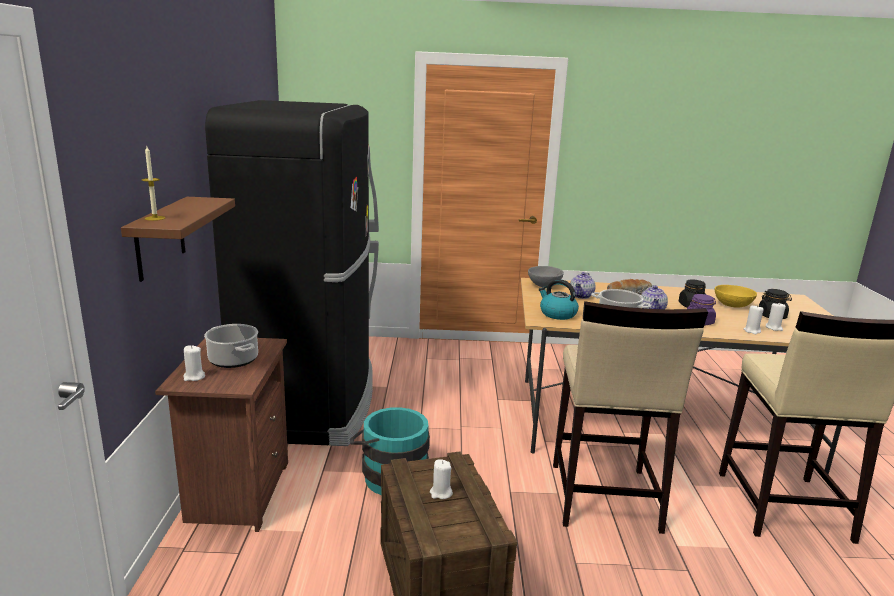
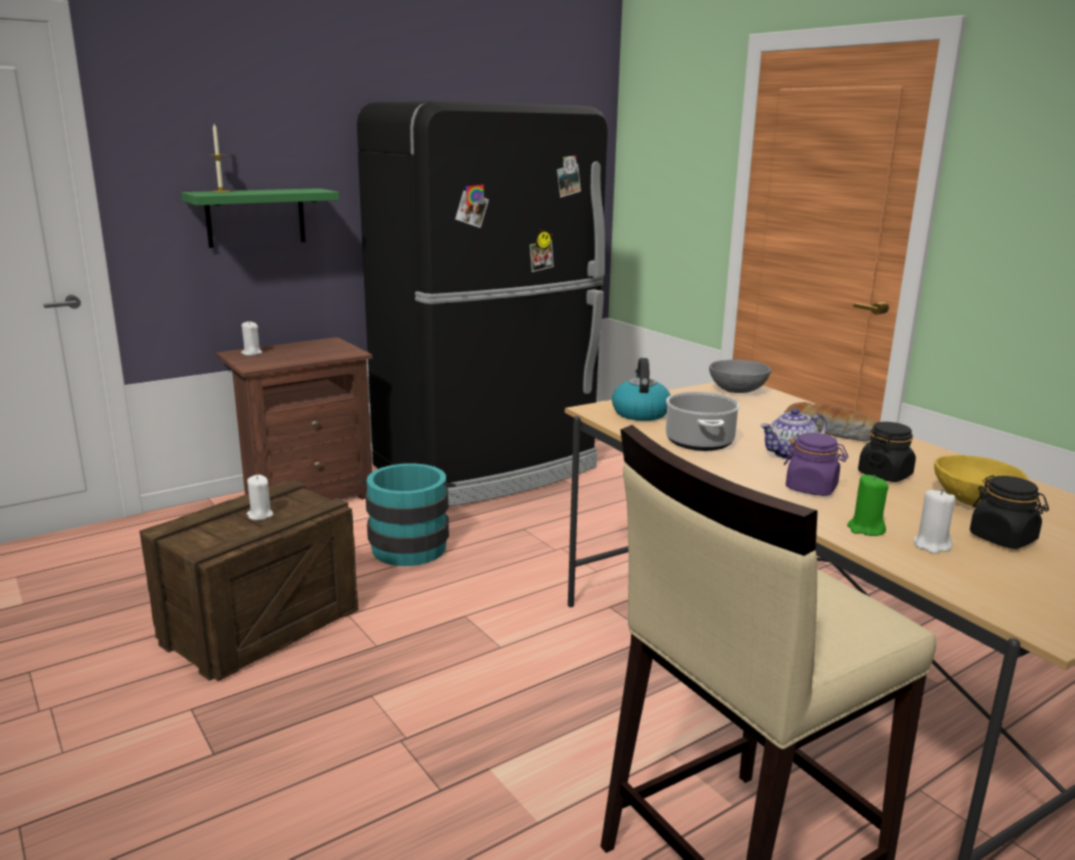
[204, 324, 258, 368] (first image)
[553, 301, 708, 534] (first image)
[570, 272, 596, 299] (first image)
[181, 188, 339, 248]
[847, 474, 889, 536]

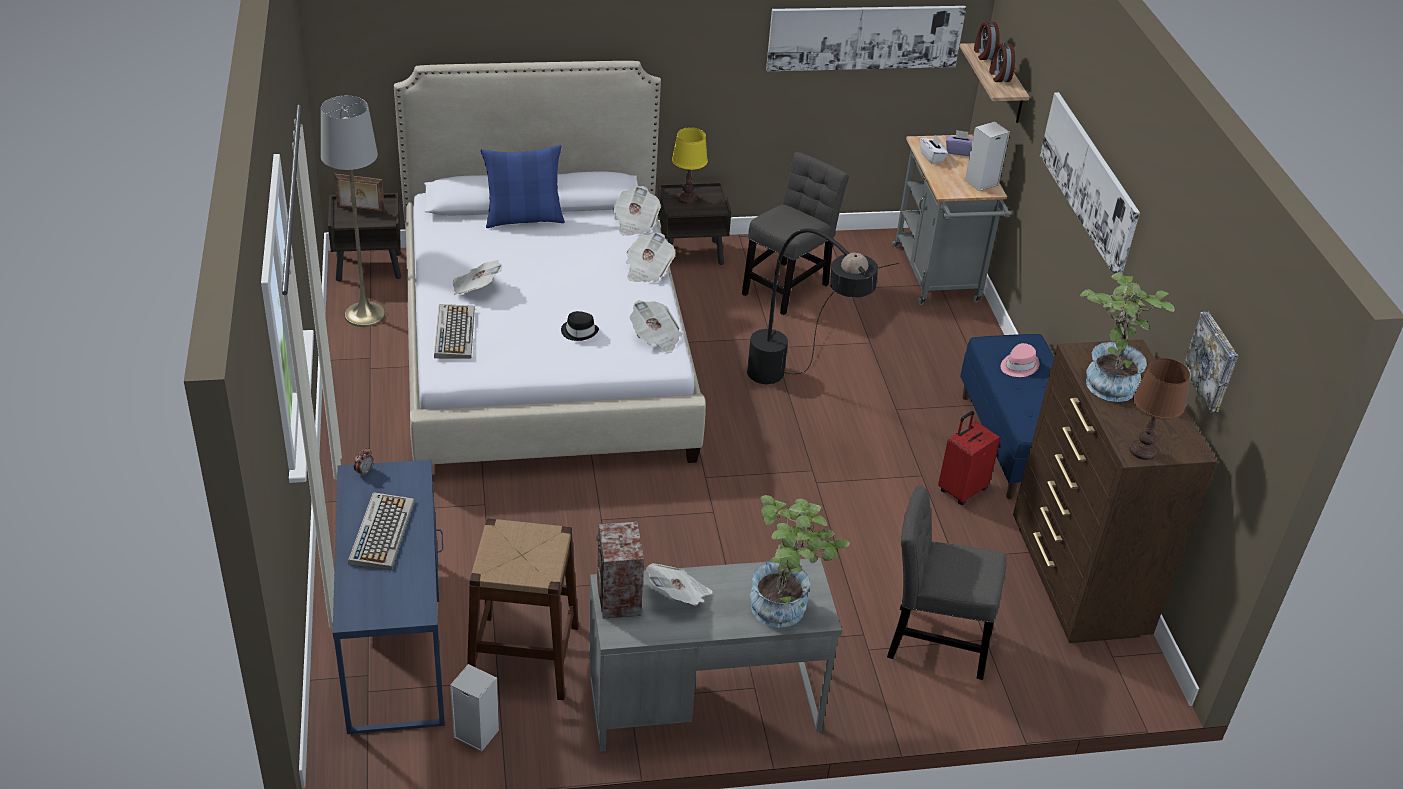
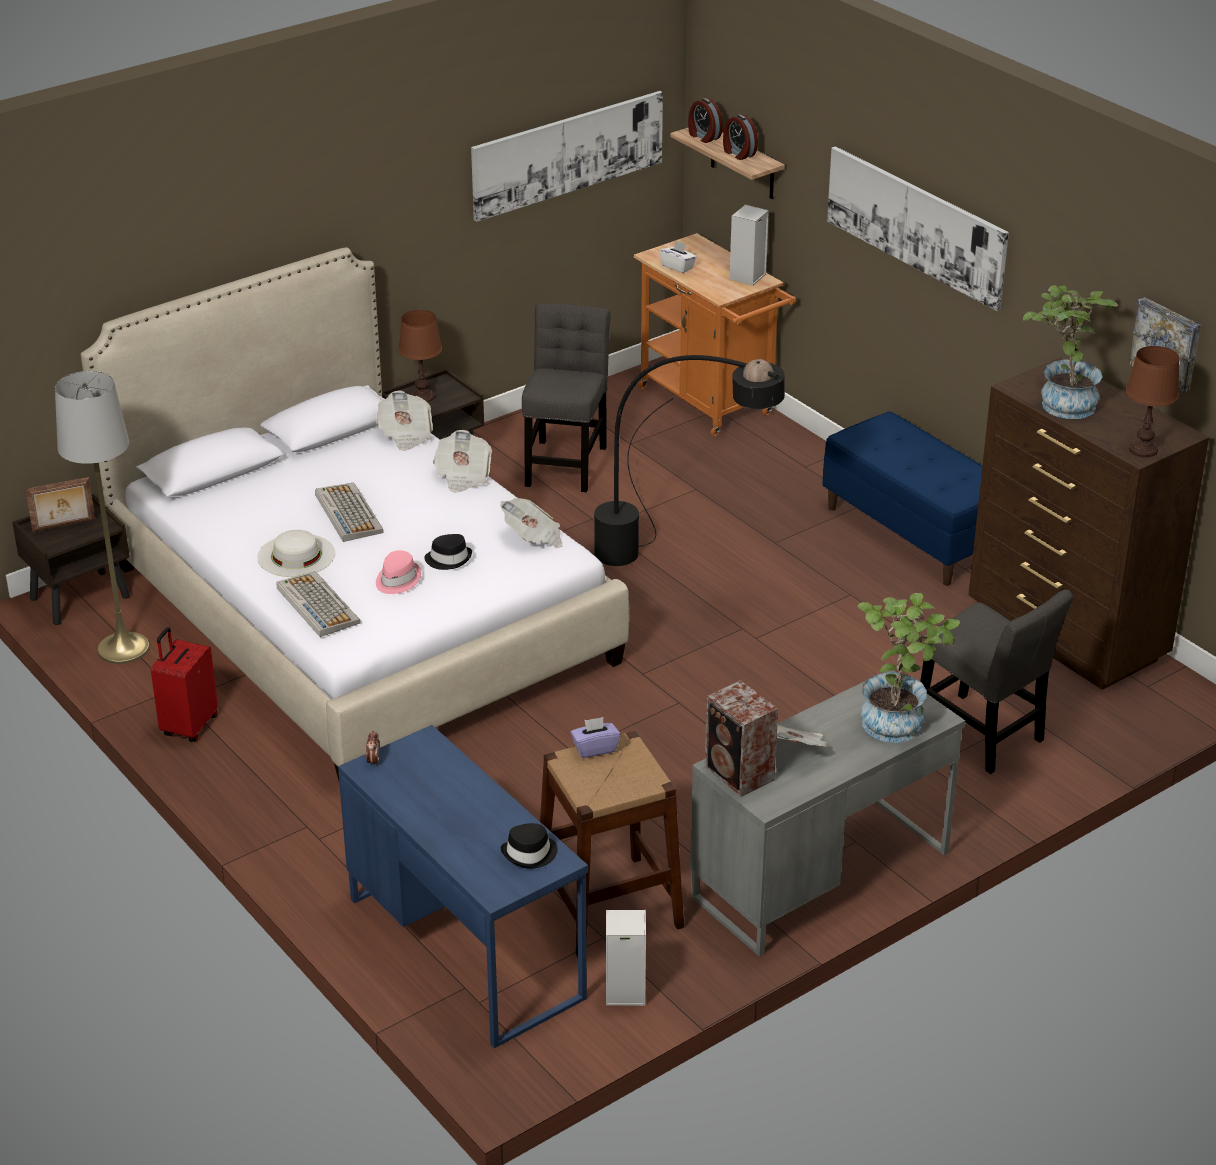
[481, 145, 565, 228] (first image)
[501, 823, 558, 869]
[315, 483, 384, 542]
[151, 627, 218, 742]
[570, 717, 621, 758]
[376, 550, 421, 594]
[257, 530, 335, 577]
[399, 310, 442, 403]
[634, 233, 796, 436]
[920, 590, 1073, 774]

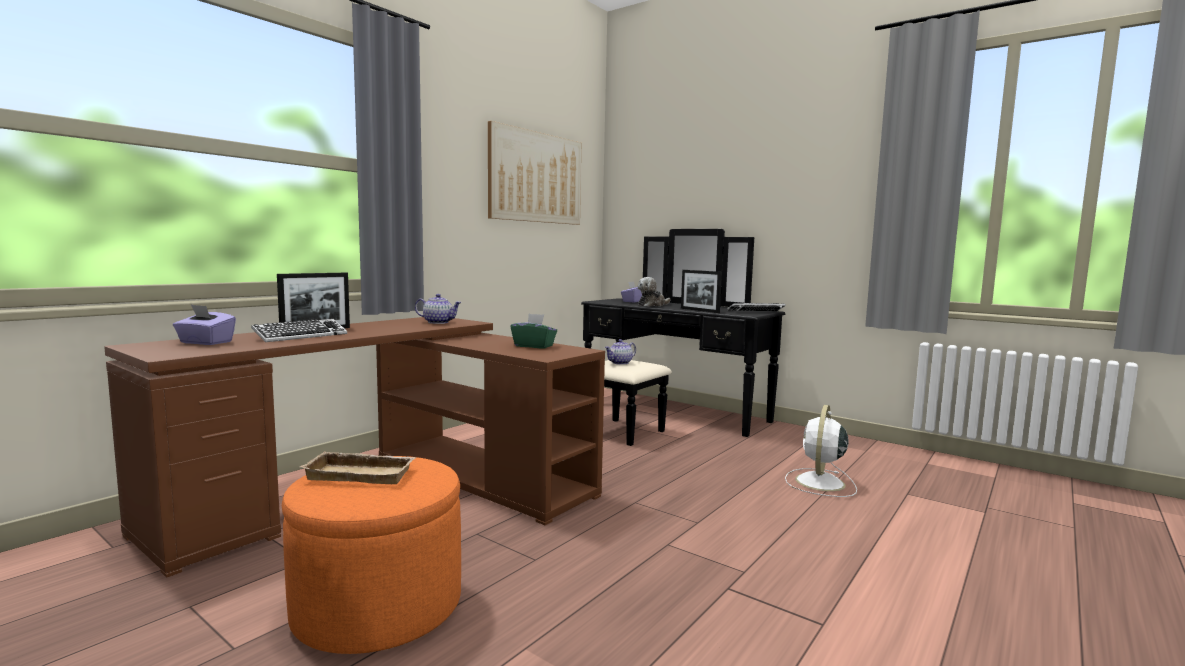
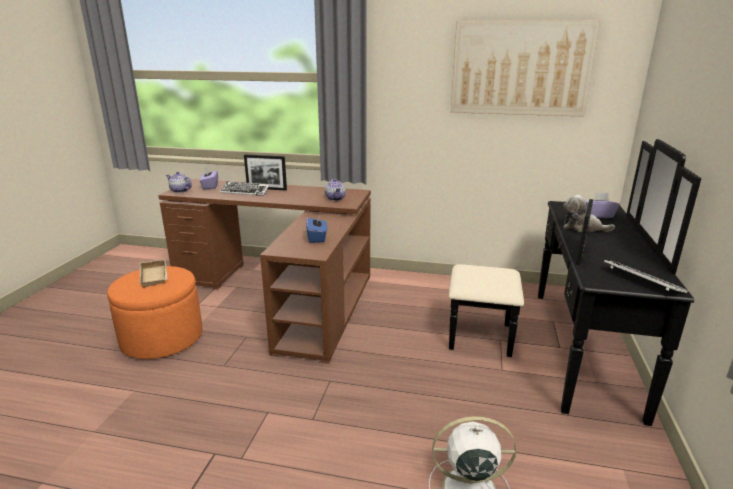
[166, 172, 192, 193]
[306, 215, 327, 243]

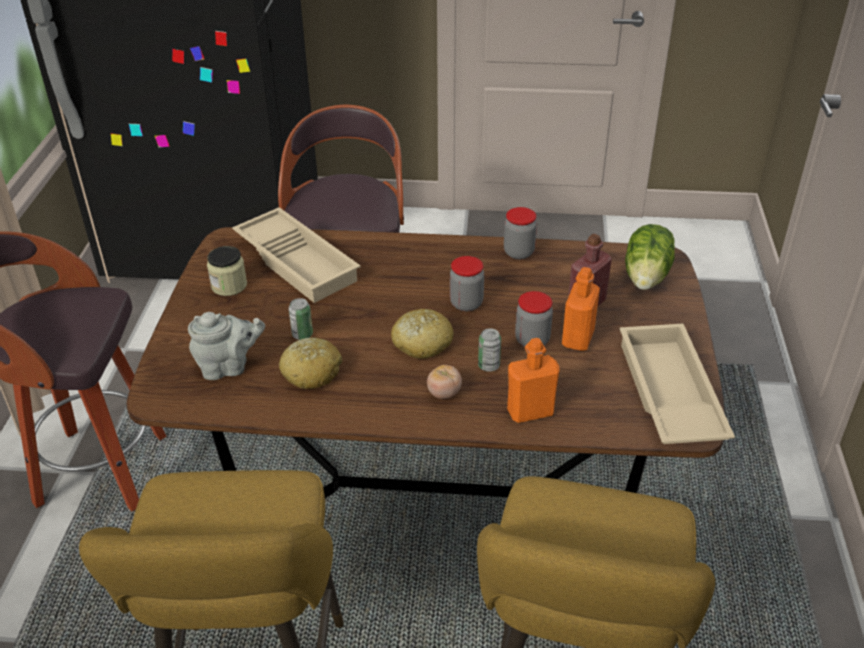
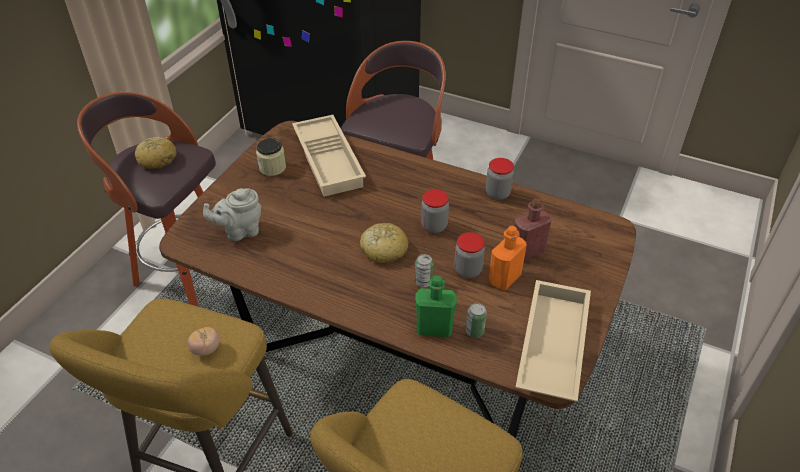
[625, 224, 675, 290] (first image)
[135, 137, 177, 169]
[466, 303, 487, 338]
[188, 327, 220, 356]
[415, 276, 457, 337]
[203, 188, 261, 241]

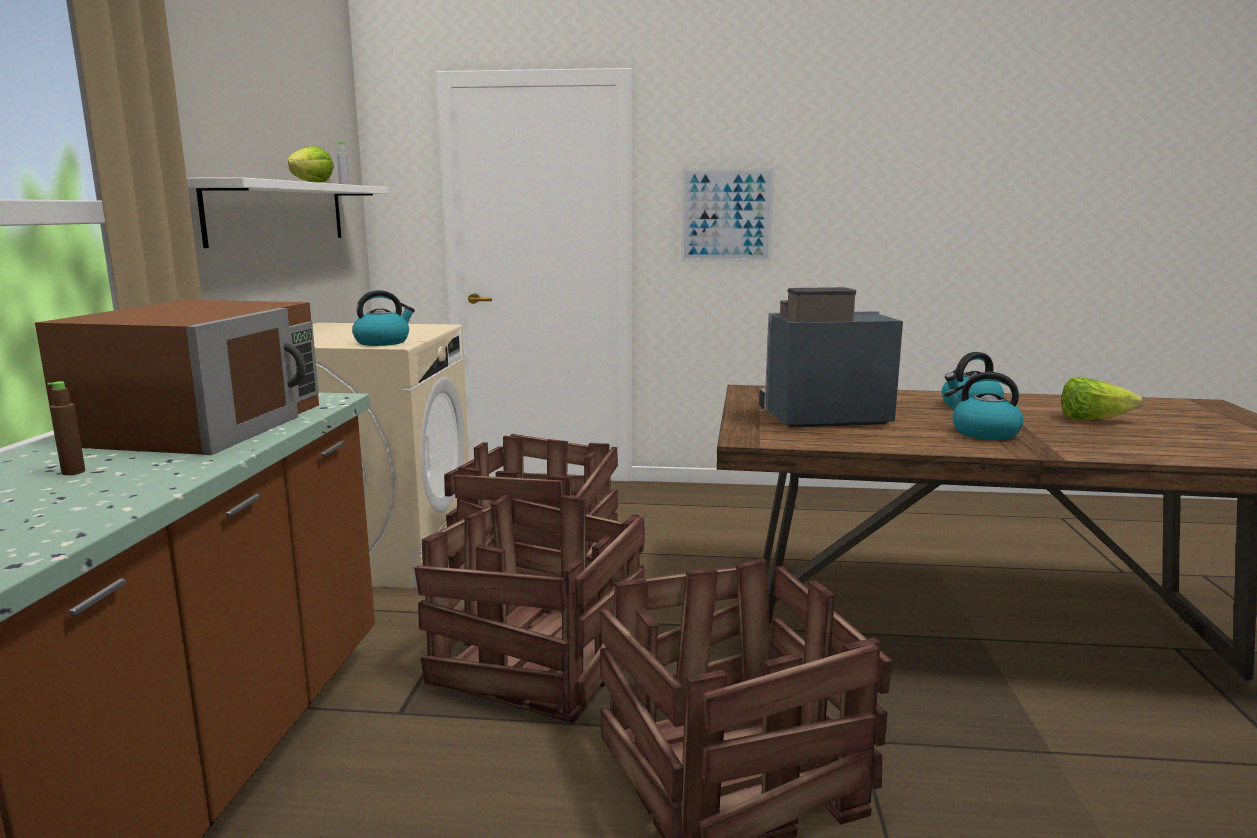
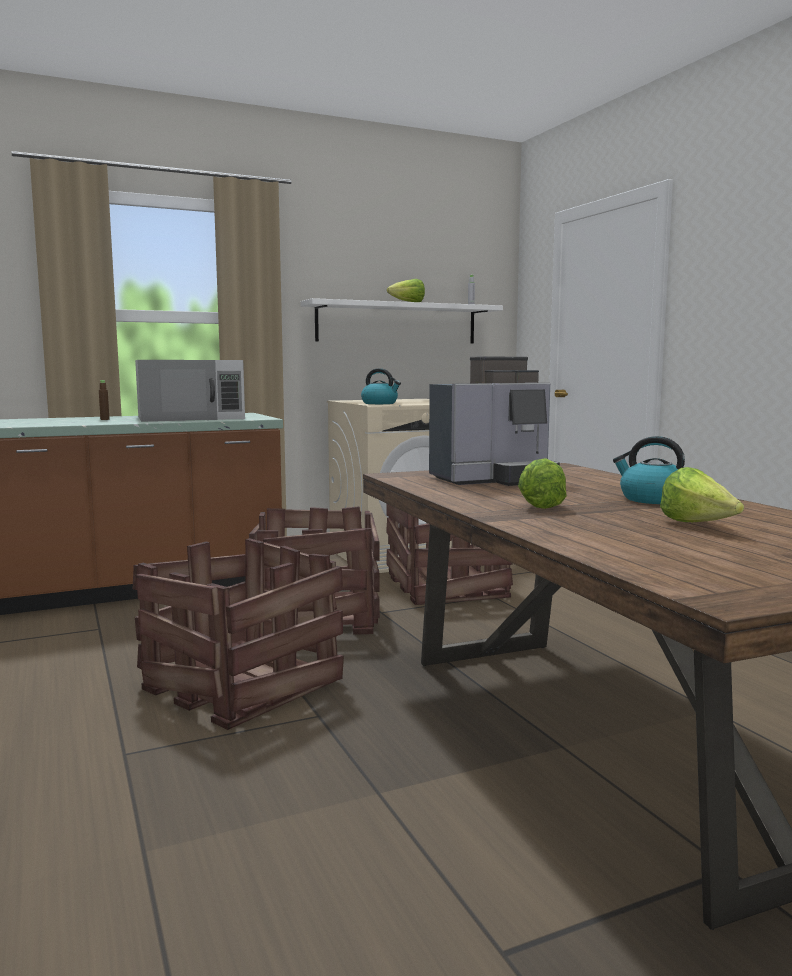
[681, 168, 774, 262] (first image)
[518, 458, 567, 509]
[135, 360, 245, 422]
[429, 357, 560, 486]

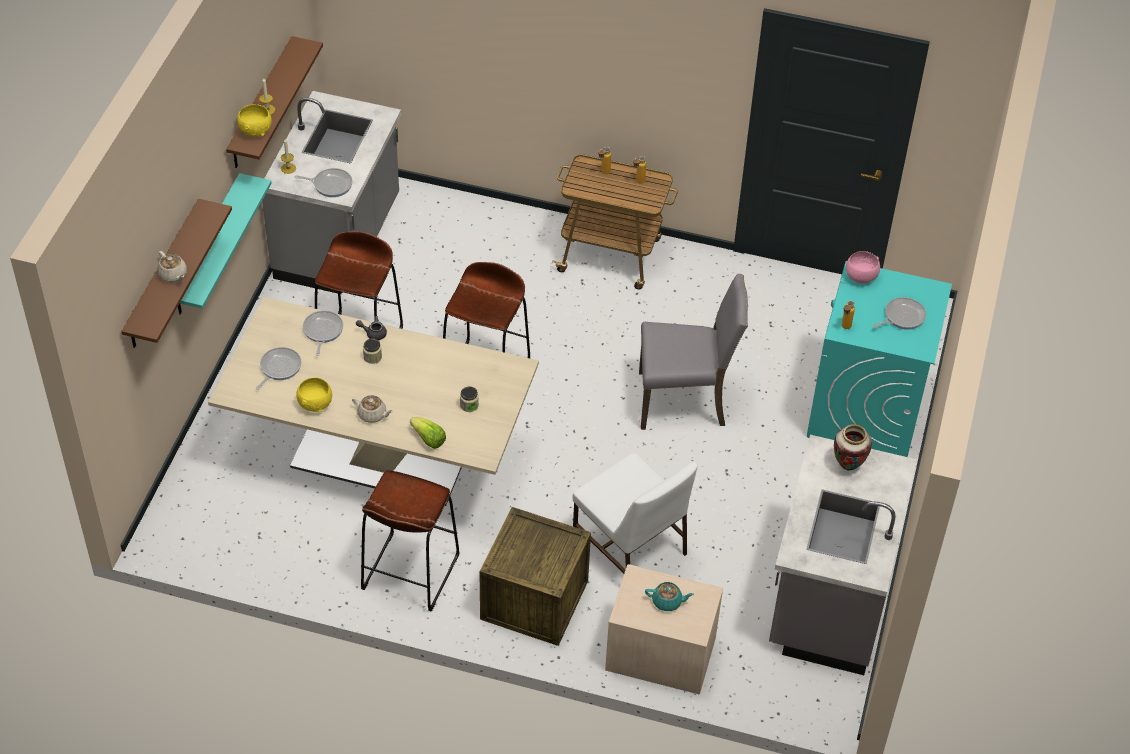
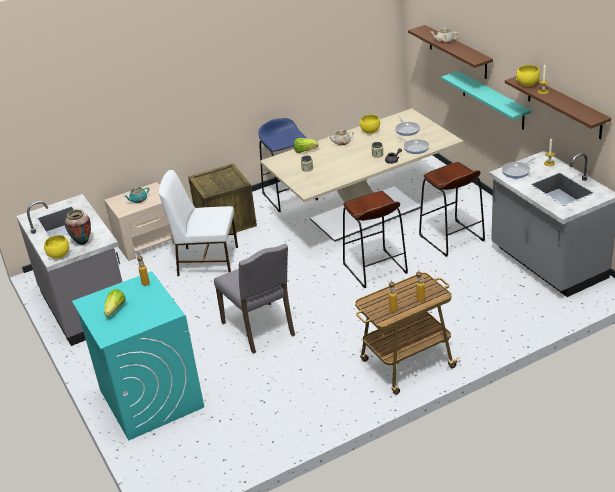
[846, 251, 880, 283] (first image)
[44, 235, 69, 259]
[104, 289, 126, 317]
[259, 118, 318, 212]
[214, 243, 295, 354]

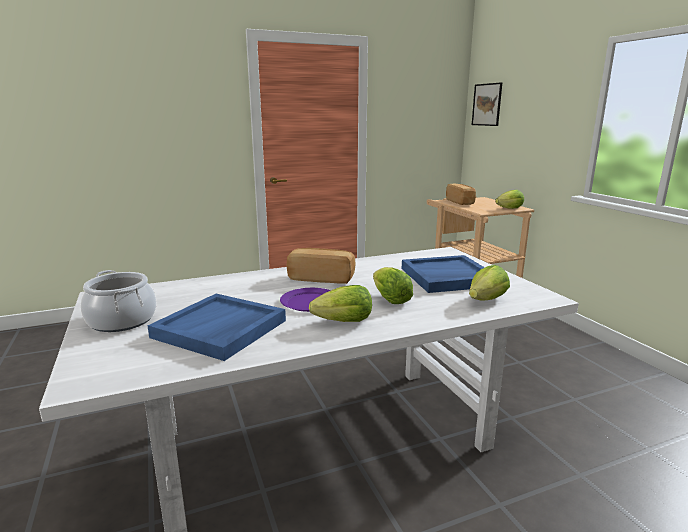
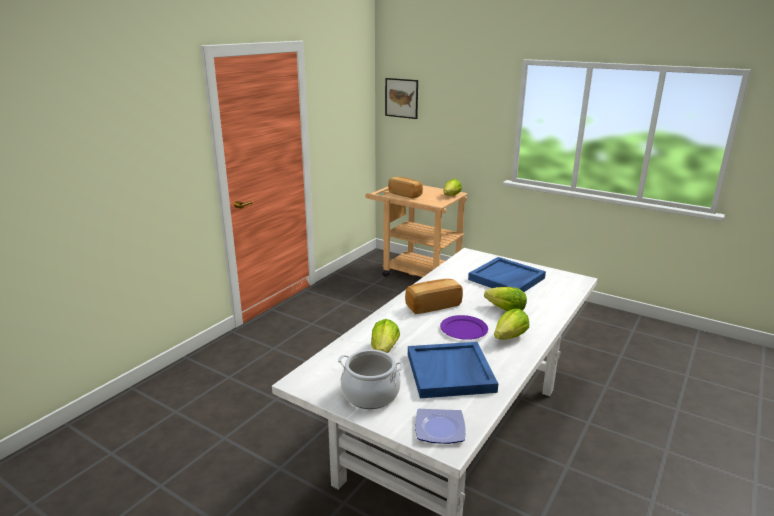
[415, 408, 466, 444]
[371, 319, 400, 353]

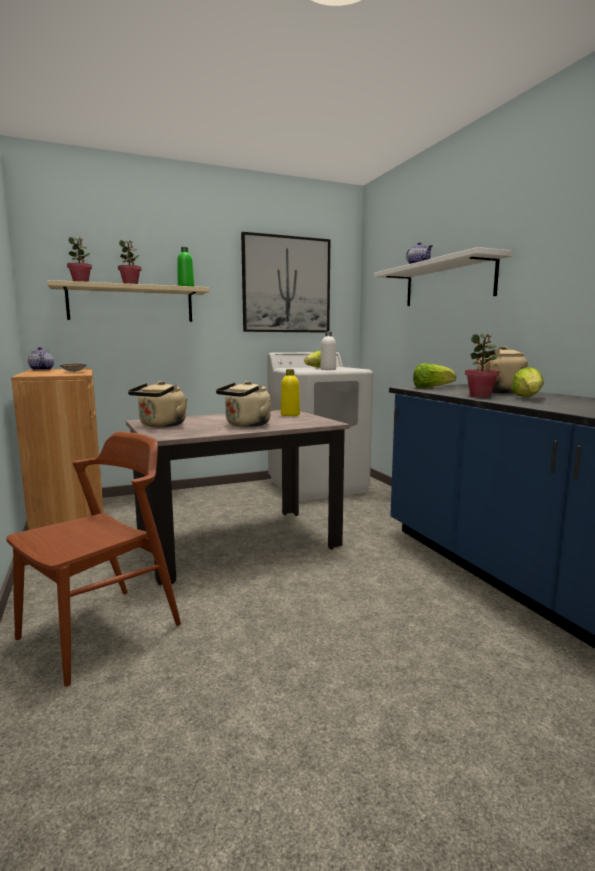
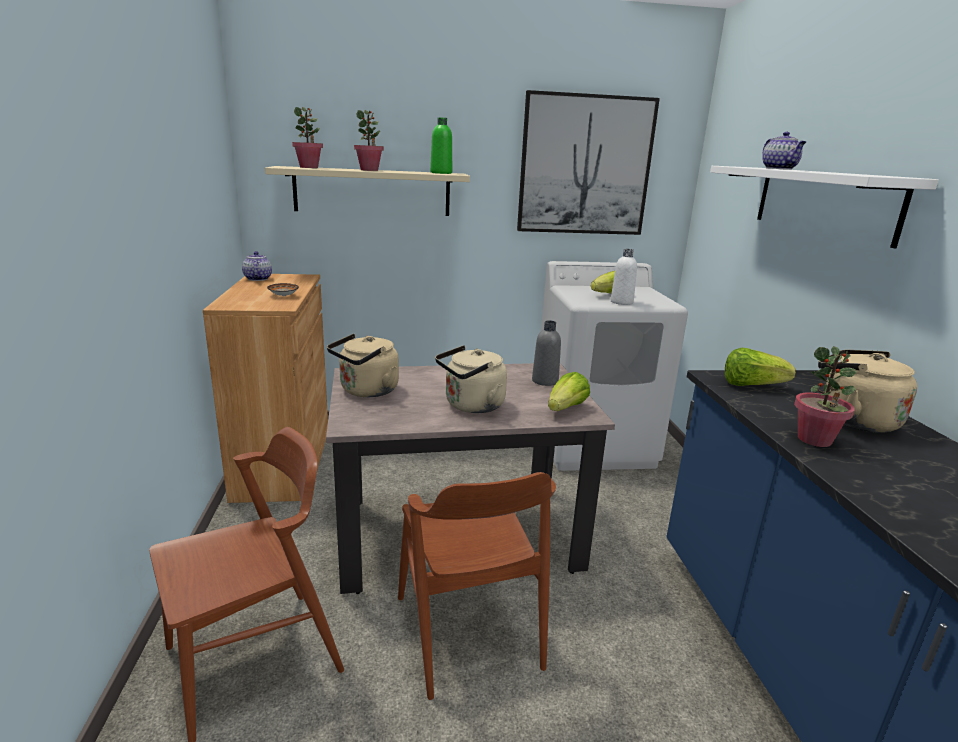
[398, 472, 556, 700]
[548, 372, 590, 411]
[532, 321, 561, 386]

